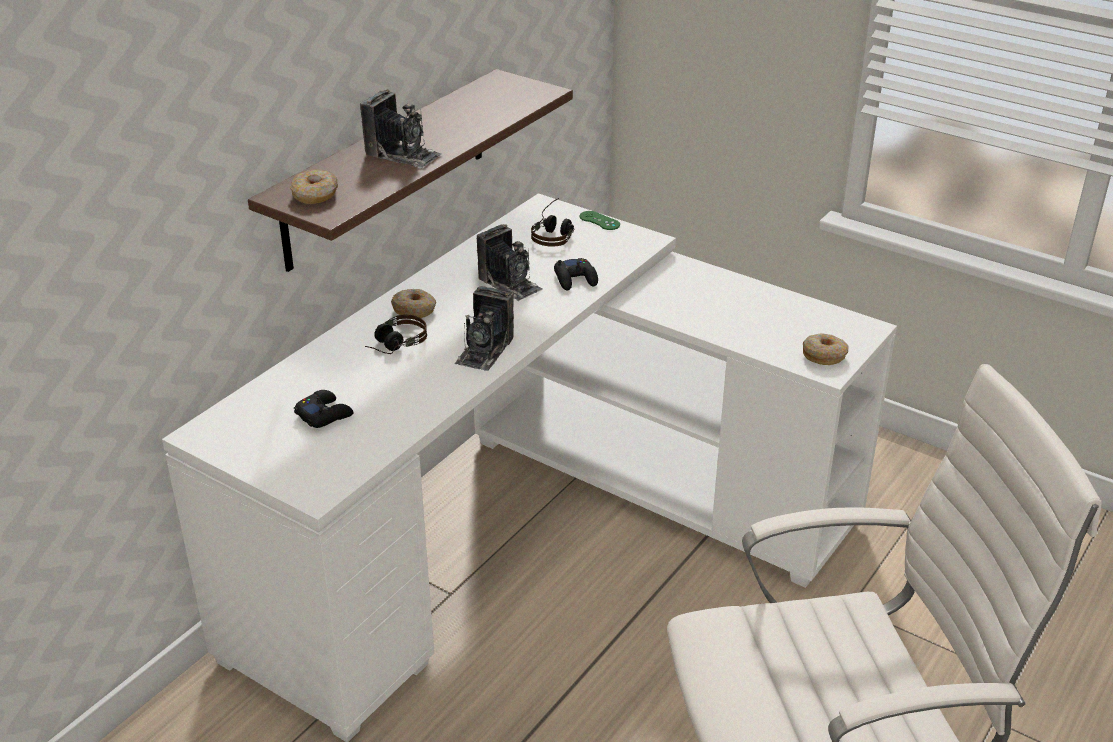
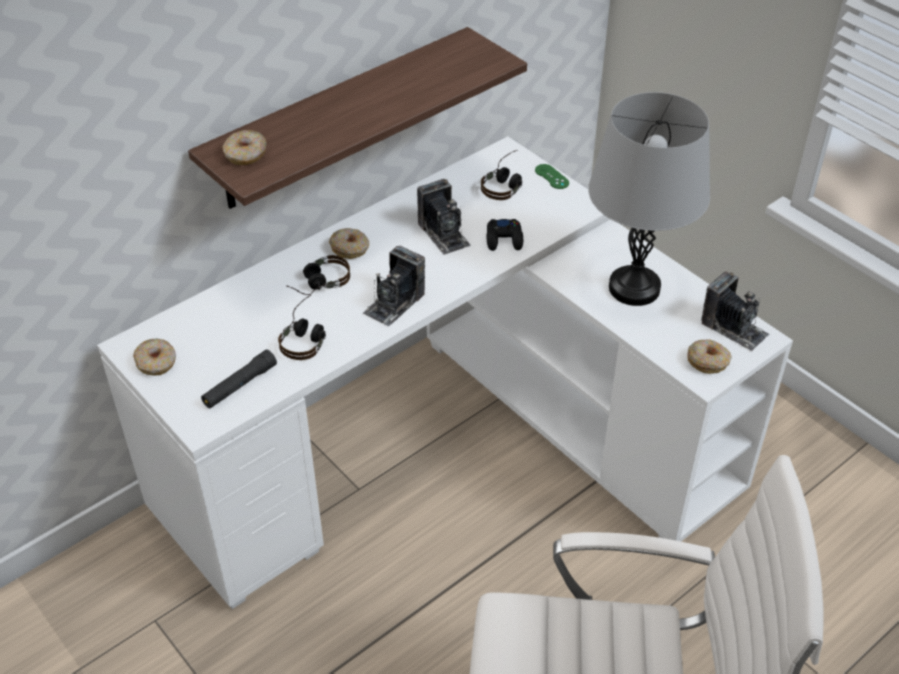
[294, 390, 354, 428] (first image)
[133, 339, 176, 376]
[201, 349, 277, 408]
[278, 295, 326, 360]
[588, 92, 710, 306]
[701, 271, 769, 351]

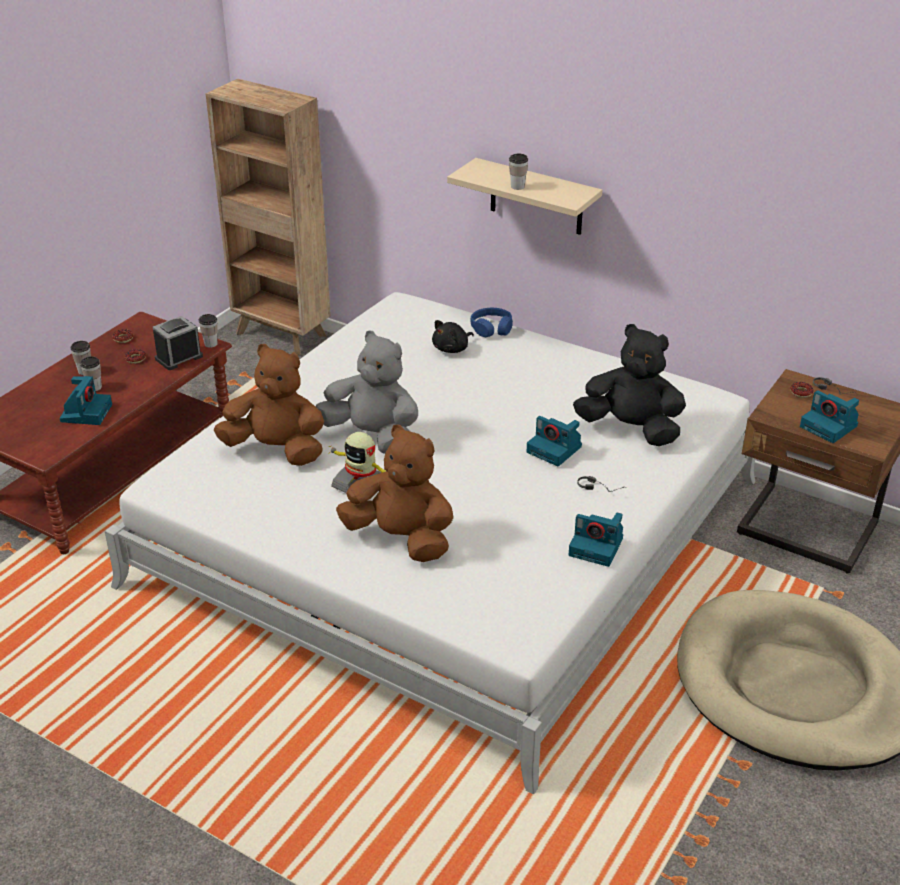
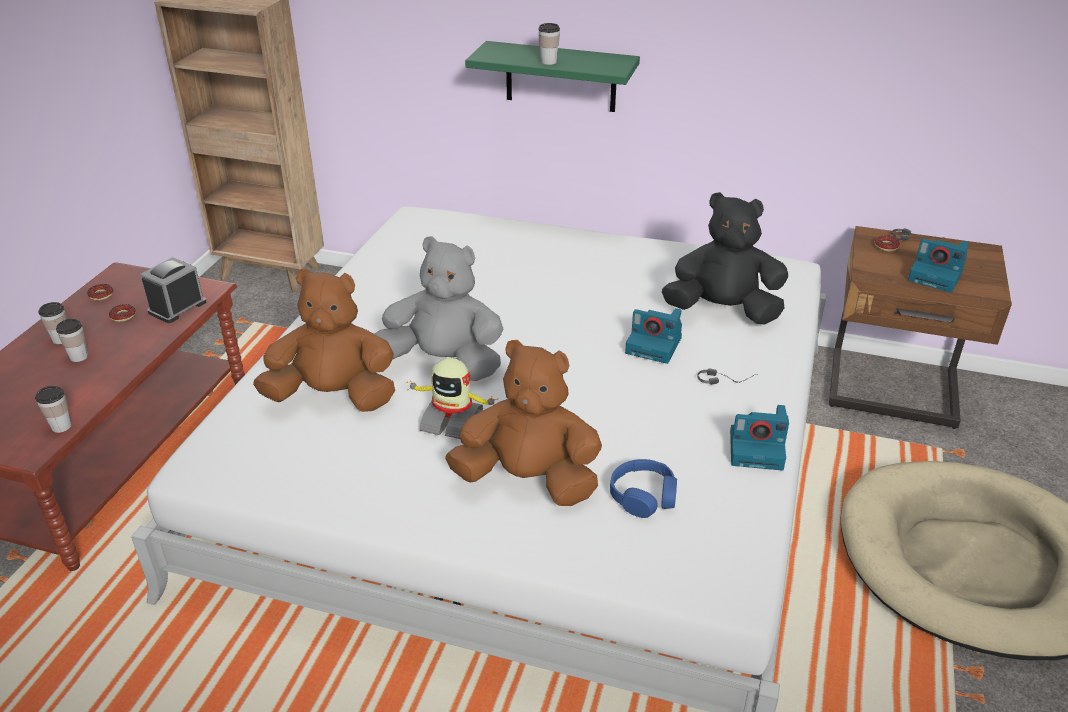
[60, 376, 112, 425] (first image)
[432, 320, 474, 353] (first image)
[35, 386, 71, 433]
[610, 459, 677, 518]
[465, 41, 640, 112]

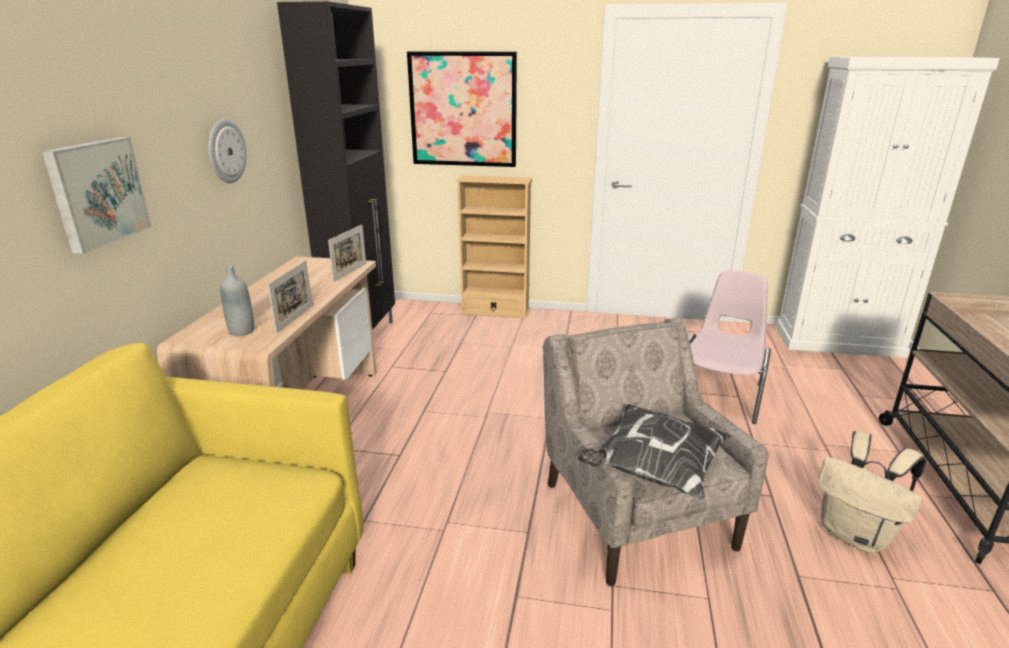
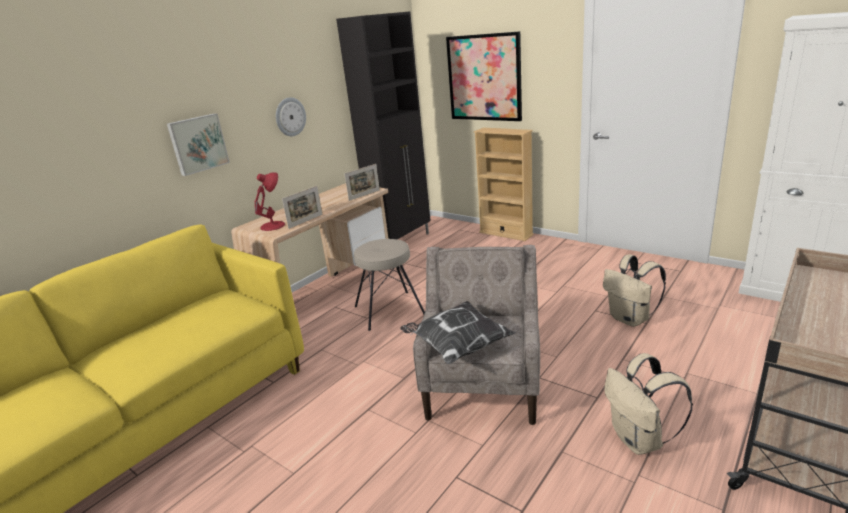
[354, 239, 425, 331]
[255, 172, 285, 231]
[603, 255, 666, 327]

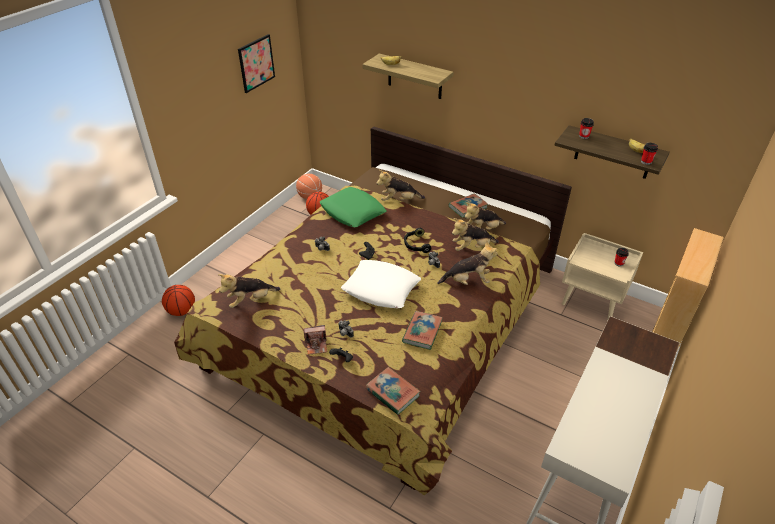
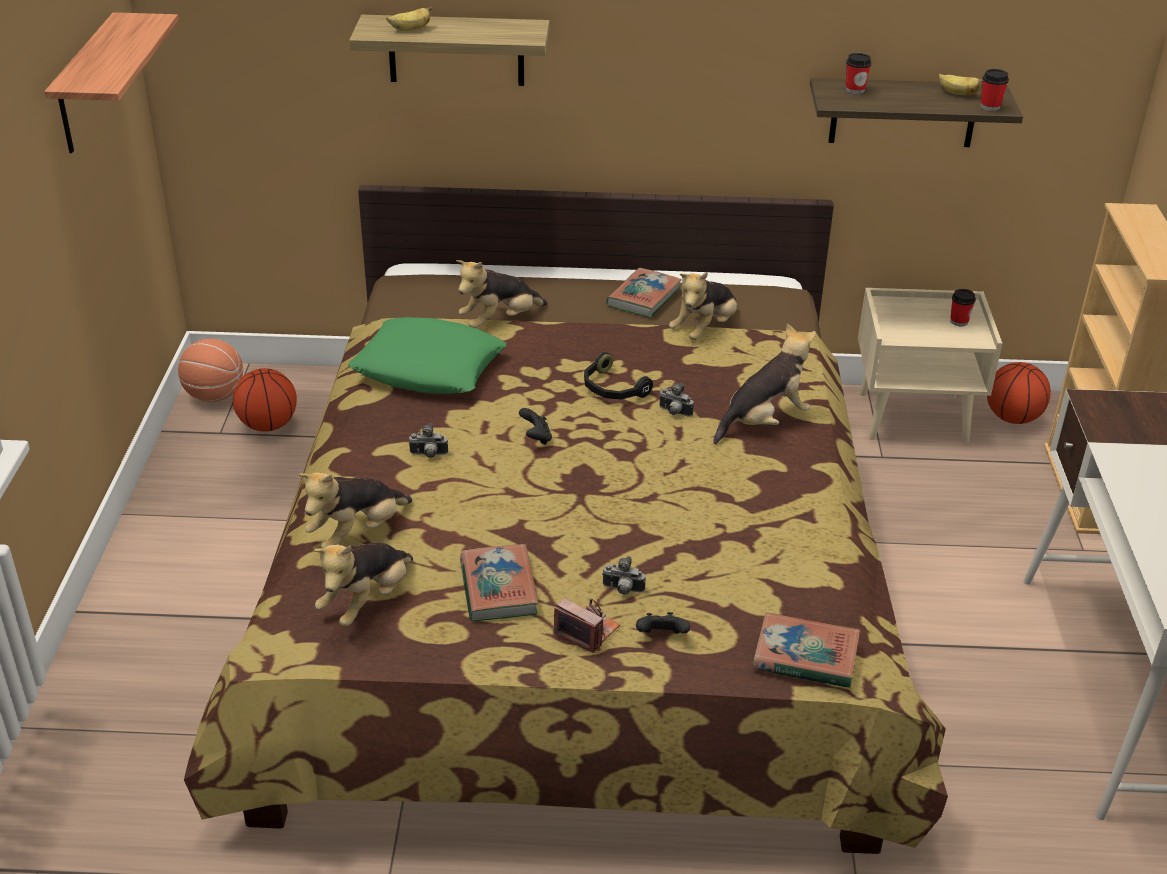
[341, 260, 421, 308] (first image)
[987, 362, 1051, 424]
[460, 544, 539, 621]
[298, 472, 412, 549]
[44, 12, 179, 153]
[553, 598, 620, 653]

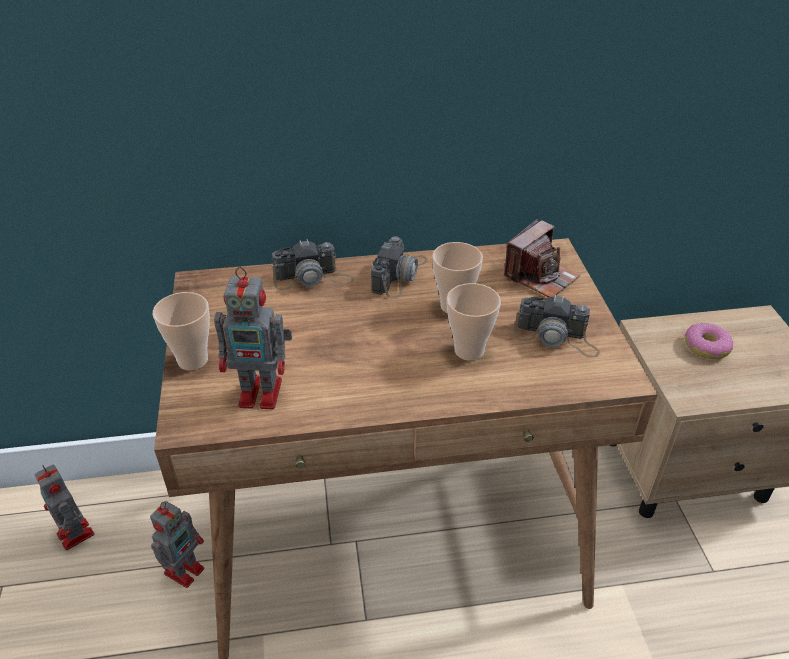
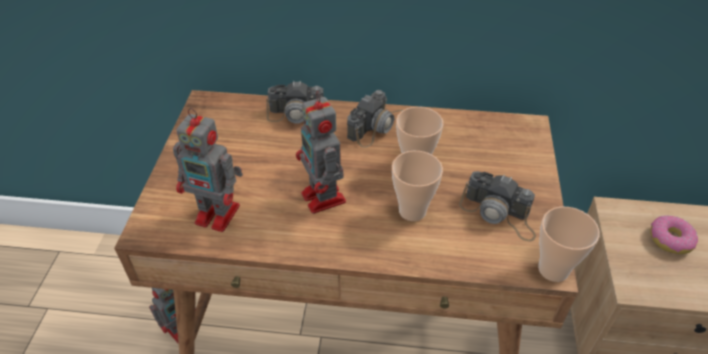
[504, 219, 580, 298] (first image)
[296, 91, 346, 214]
[538, 207, 600, 282]

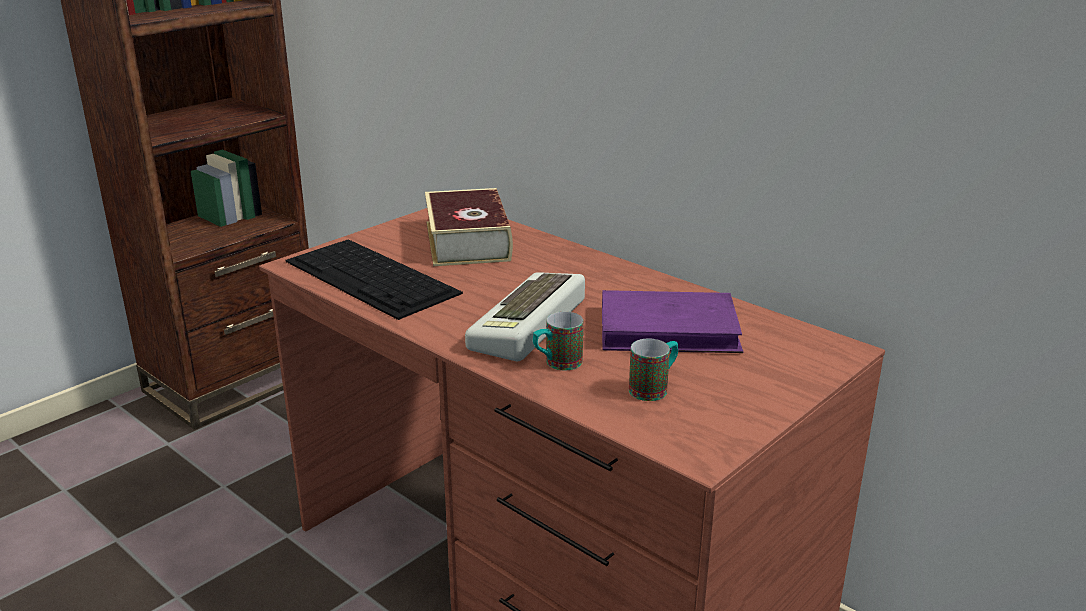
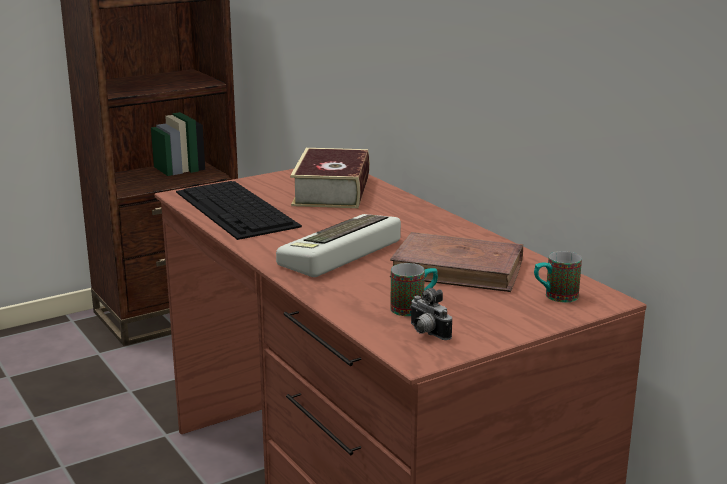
[410, 288, 452, 340]
[534, 251, 582, 303]
[390, 232, 523, 292]

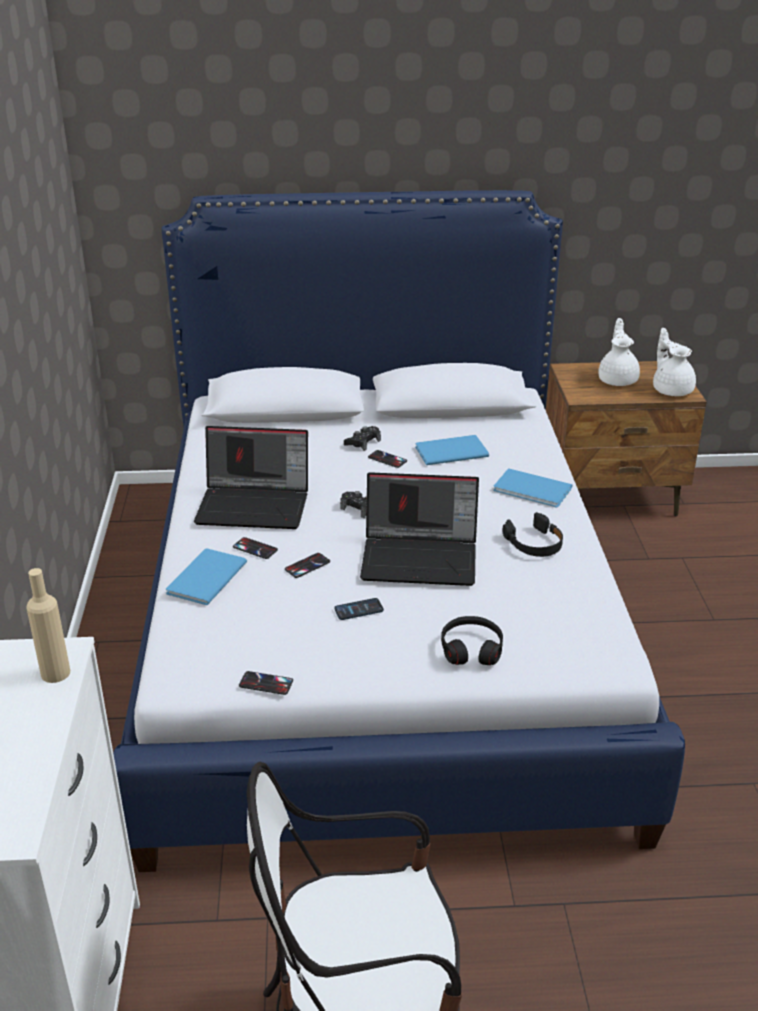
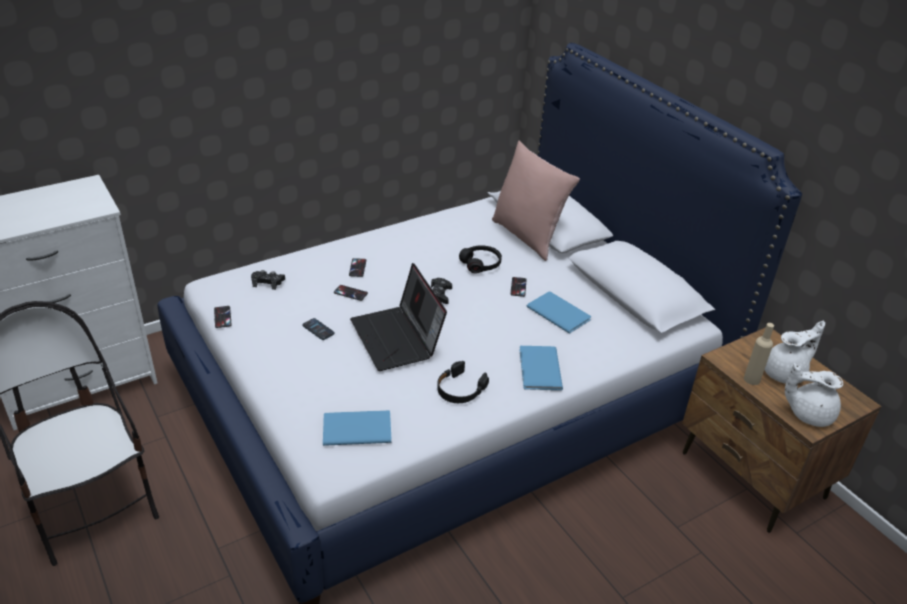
[194, 426, 308, 529] (first image)
[492, 141, 580, 261]
[744, 323, 774, 385]
[323, 410, 392, 446]
[251, 270, 285, 290]
[459, 245, 502, 273]
[785, 363, 843, 427]

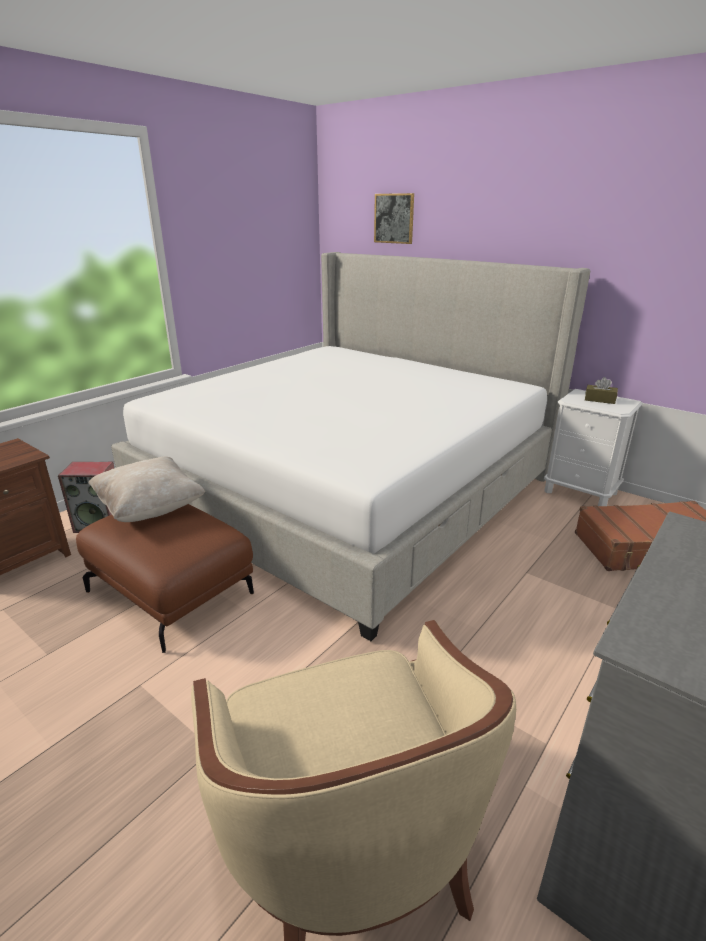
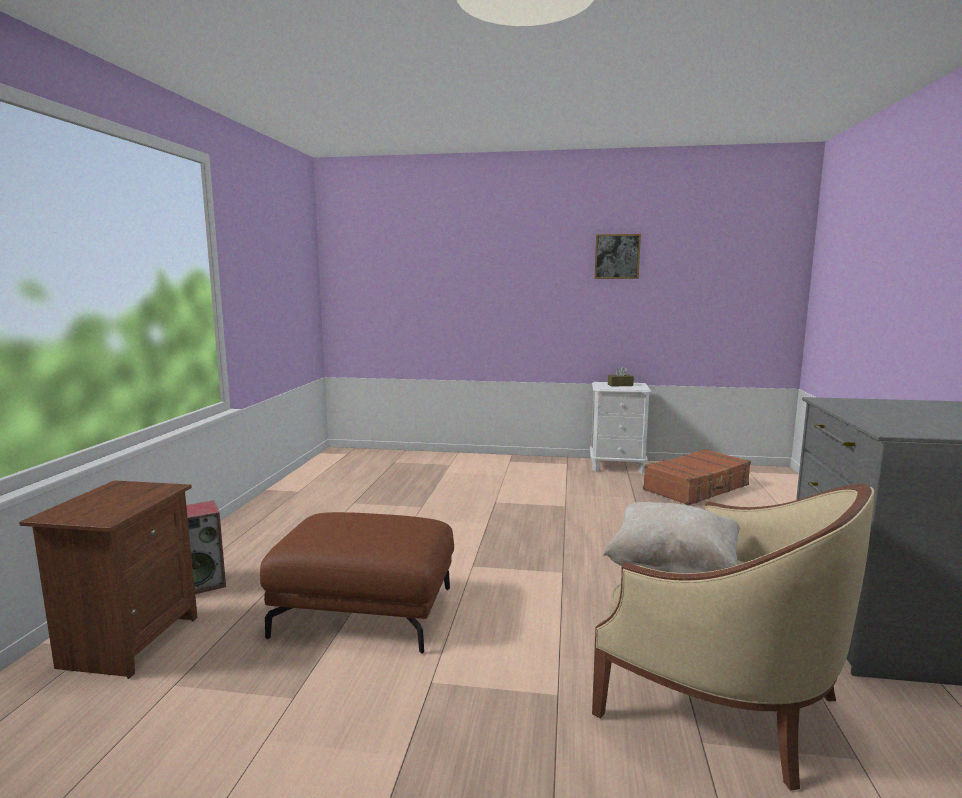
[111, 252, 590, 641] (first image)
[603, 502, 740, 573]
[595, 234, 641, 279]

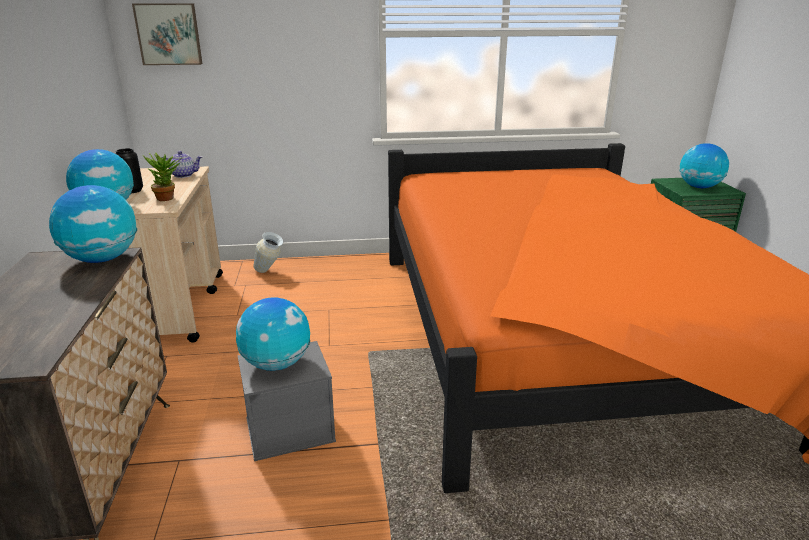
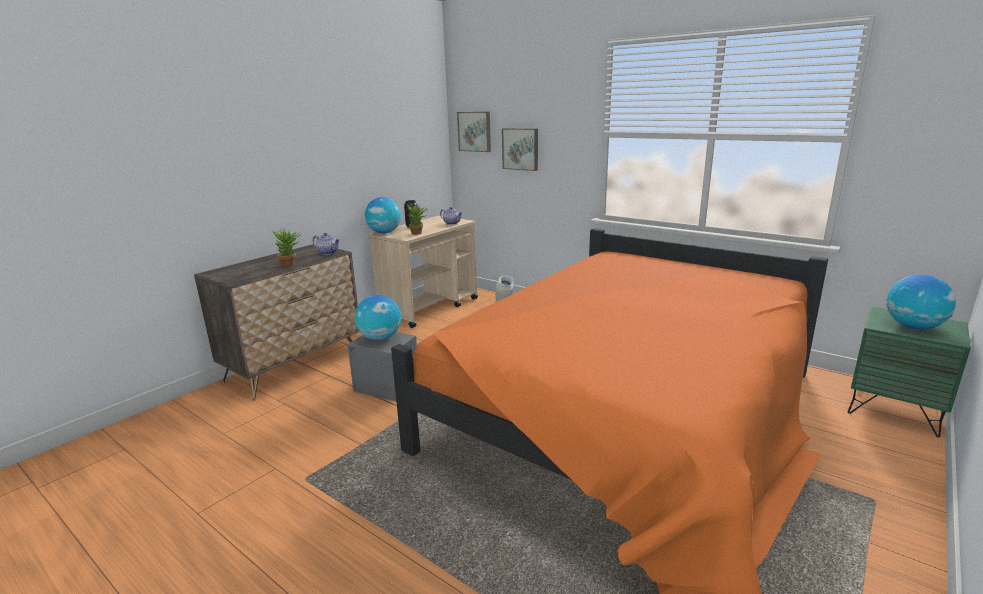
[272, 229, 302, 267]
[502, 128, 538, 171]
[313, 233, 340, 255]

